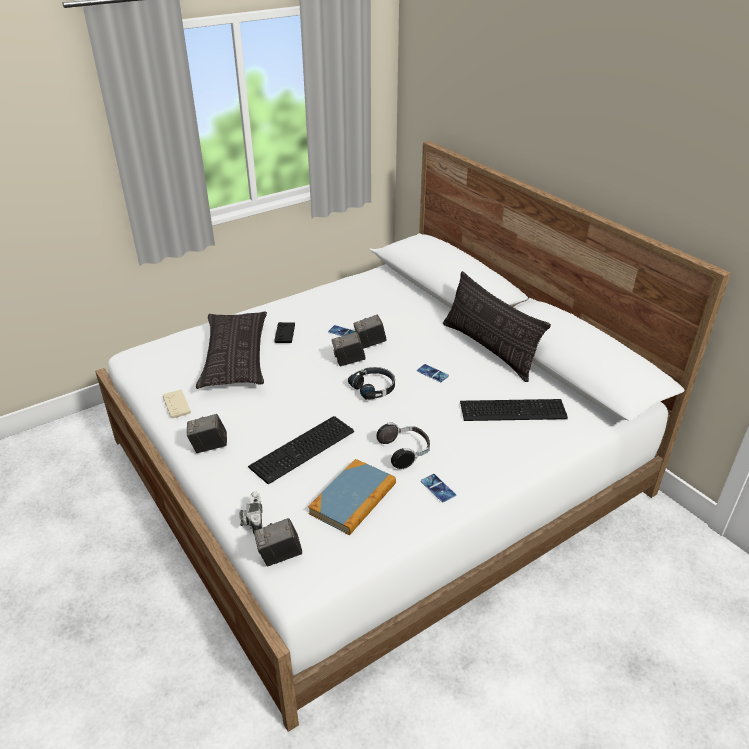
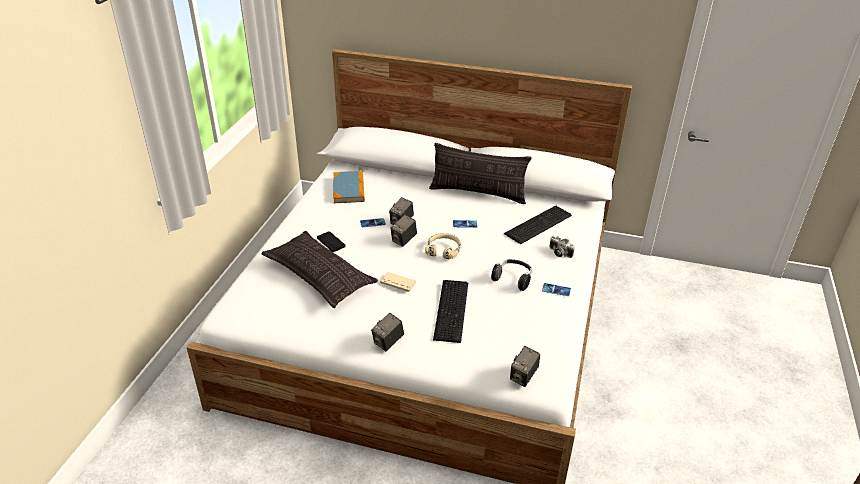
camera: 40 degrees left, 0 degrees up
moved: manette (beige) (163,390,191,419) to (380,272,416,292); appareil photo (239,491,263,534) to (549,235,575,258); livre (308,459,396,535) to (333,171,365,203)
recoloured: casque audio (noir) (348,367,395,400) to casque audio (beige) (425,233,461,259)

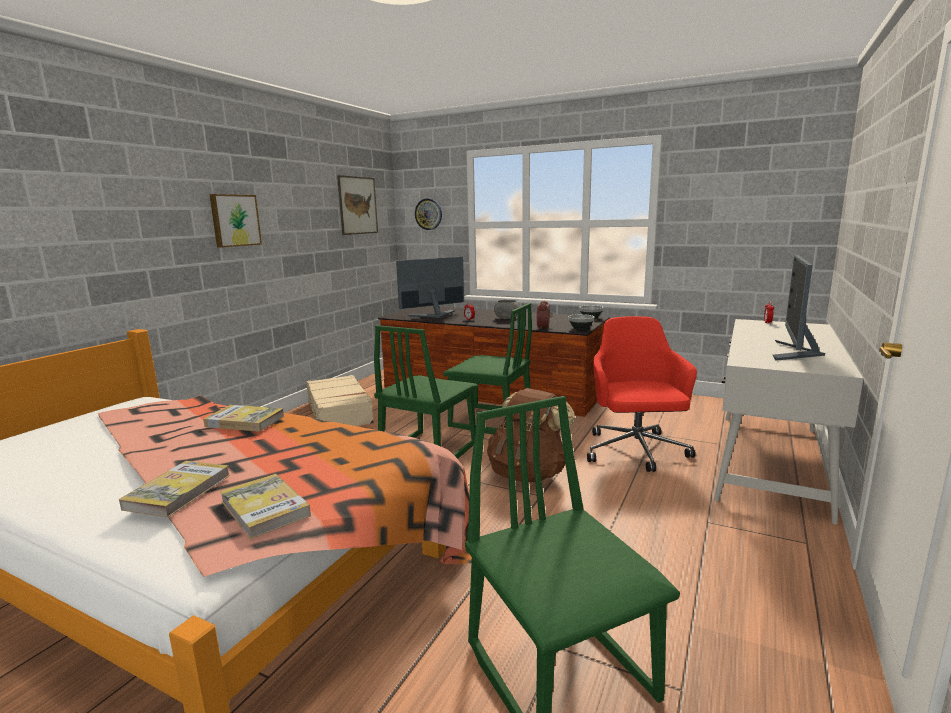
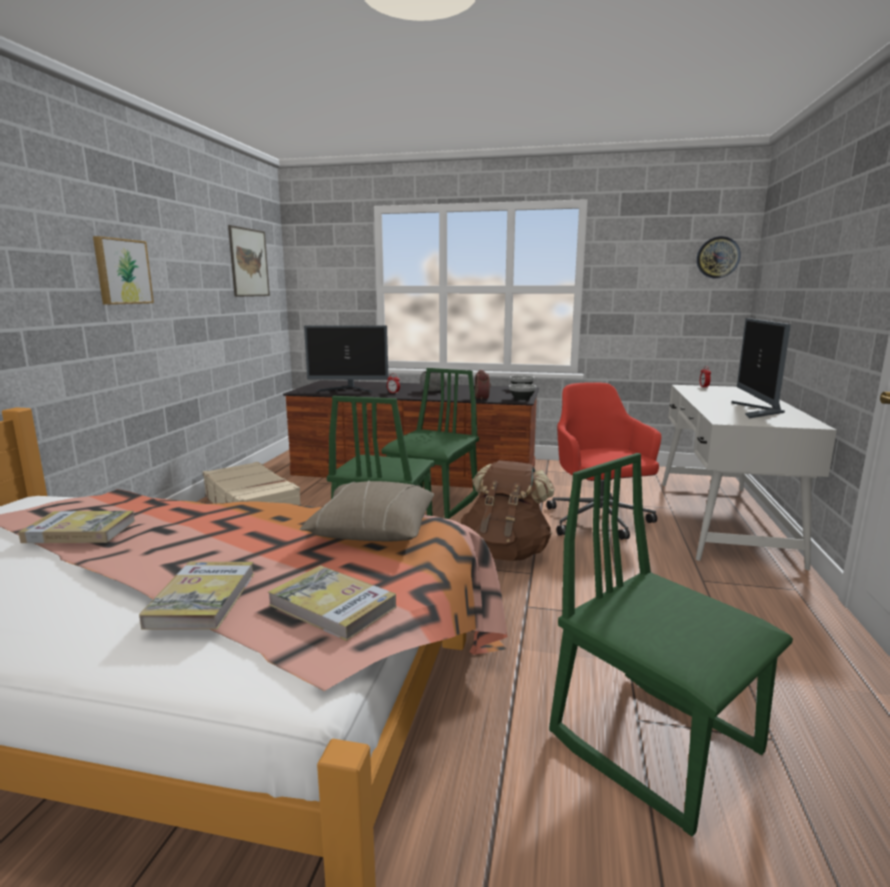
camera: 15 degrees left, 0 degrees up
added: coussin (beige) (300,480,434,542)
moved: livre (203,405,284,432) to (18,511,135,543); horloge murale (415,198,442,230) to (697,236,741,278)
turned: écran d'ordinateur (396,257,464,318) = (304,325,388,392) 135 degrees counterclockwise; chaise (vert) (443,303,532,435) = (381,368,479,519) 75 degrees counterclockwise

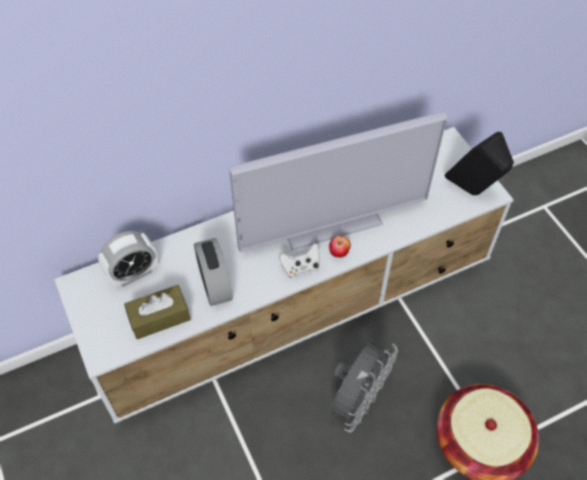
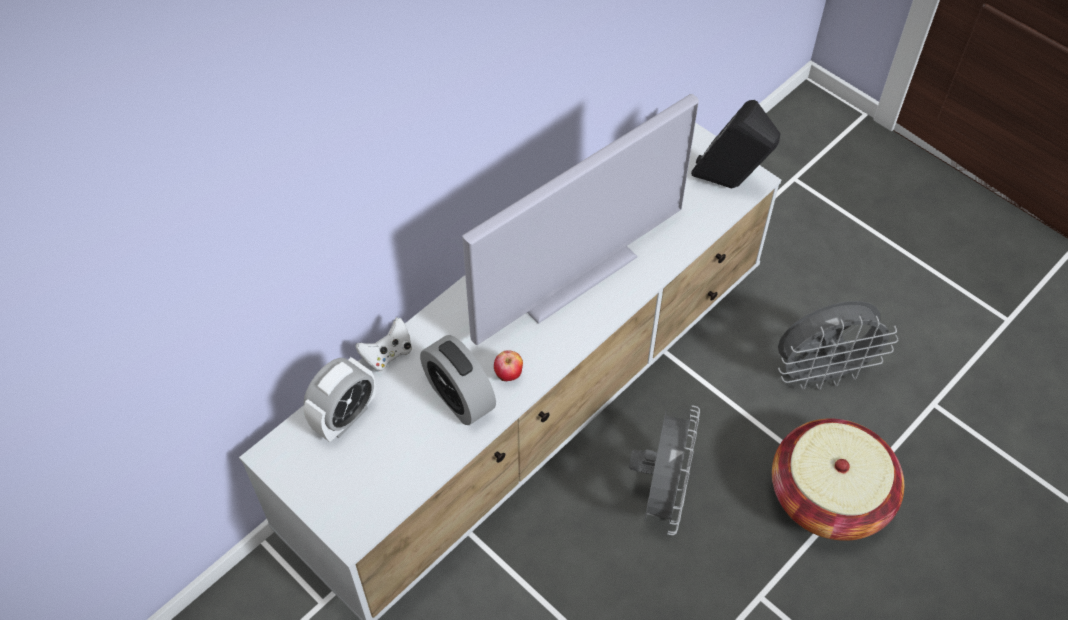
camera: 20 degrees left, 0 degrees up
removed: boîte à mouchoirs (marron) (124,285,191,339)
added: ventilateur (gris) (778,301,898,390)
moved: manette (blanc) (279,243,320,278) to (355,317,412,372); pomme (329,235,351,257) to (494,350,523,381)

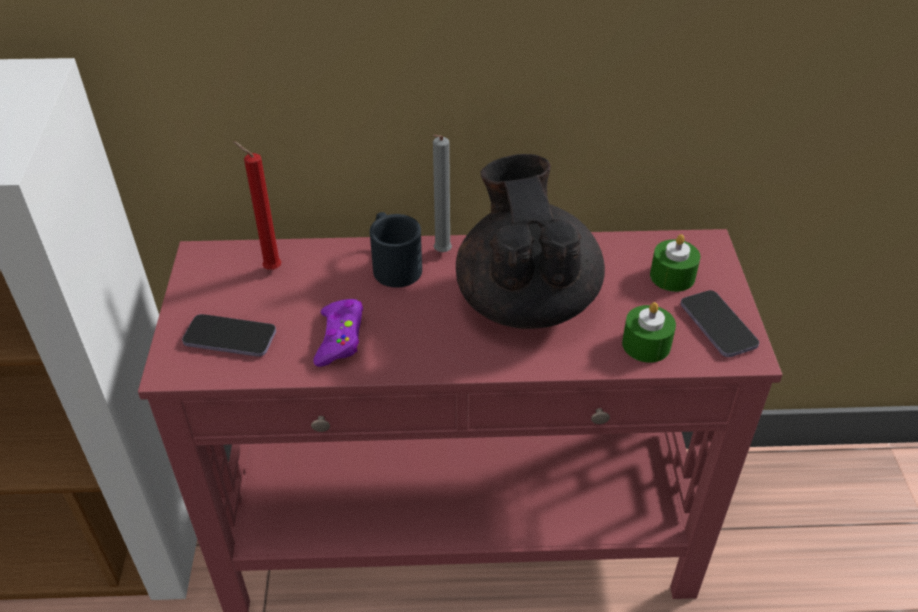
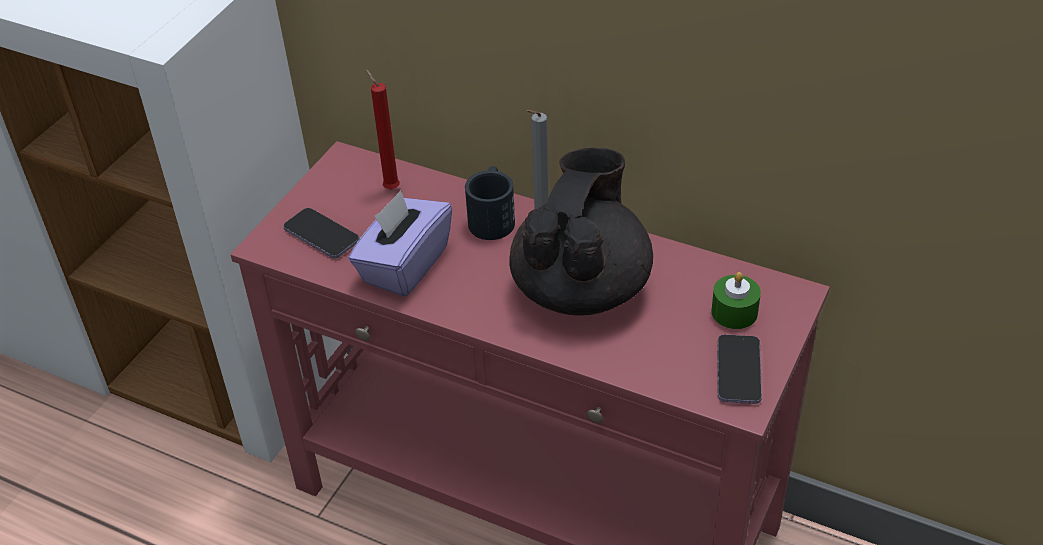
camera: 30 degrees right, 0 degrees up
removed: bougie (vert) (622,302,676,363)
replaced: manette (violet) (313,299,363,367) to boîte à mouchoirs (violet) (348,190,452,297)

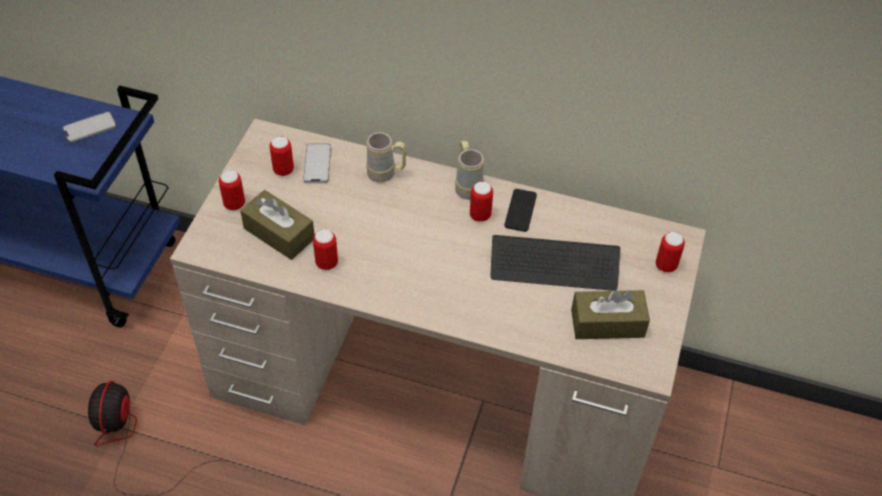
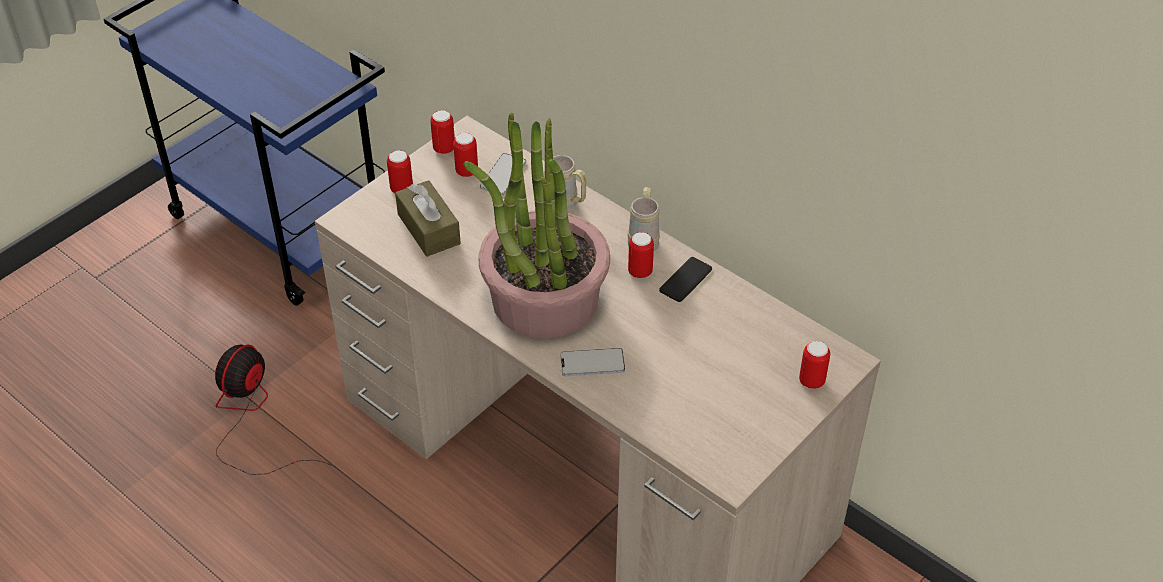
camera: 25 degrees right, 5 degrees down
removed: clavier (491,235,620,291); boîte à mouchoirs (marron) (571,290,650,339)
added: plante en pot (463,112,610,338)
moved: téléphone (63,111,117,143) to (560,348,625,376); boîte métallique (313,229,338,270) to (430,110,455,154)

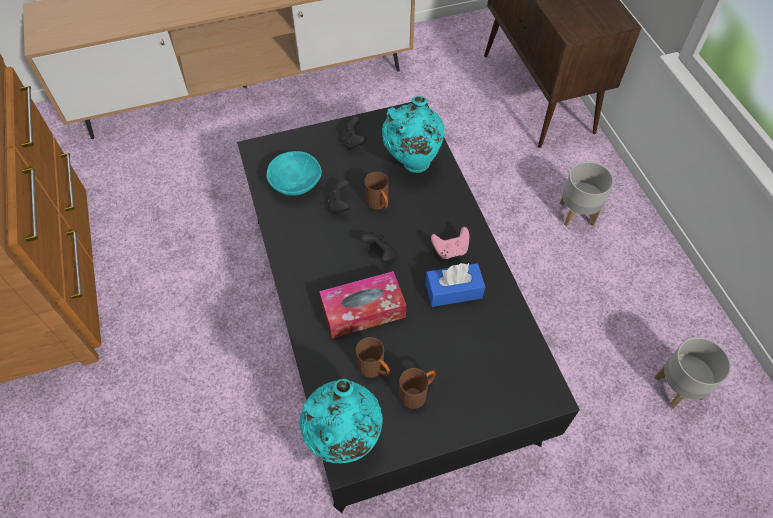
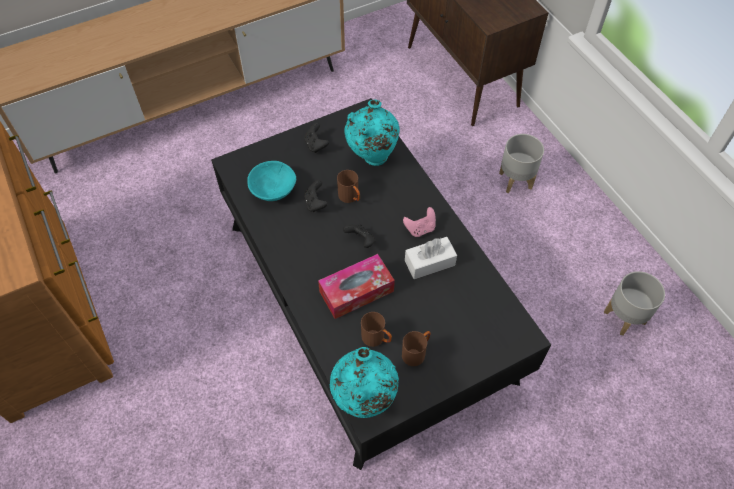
camera: 10 degrees left, 0 degrees up
recoloured: boîte à mouchoirs (bleu) (425,263,485,307) to boîte à mouchoirs (blanc) (405,237,457,279)

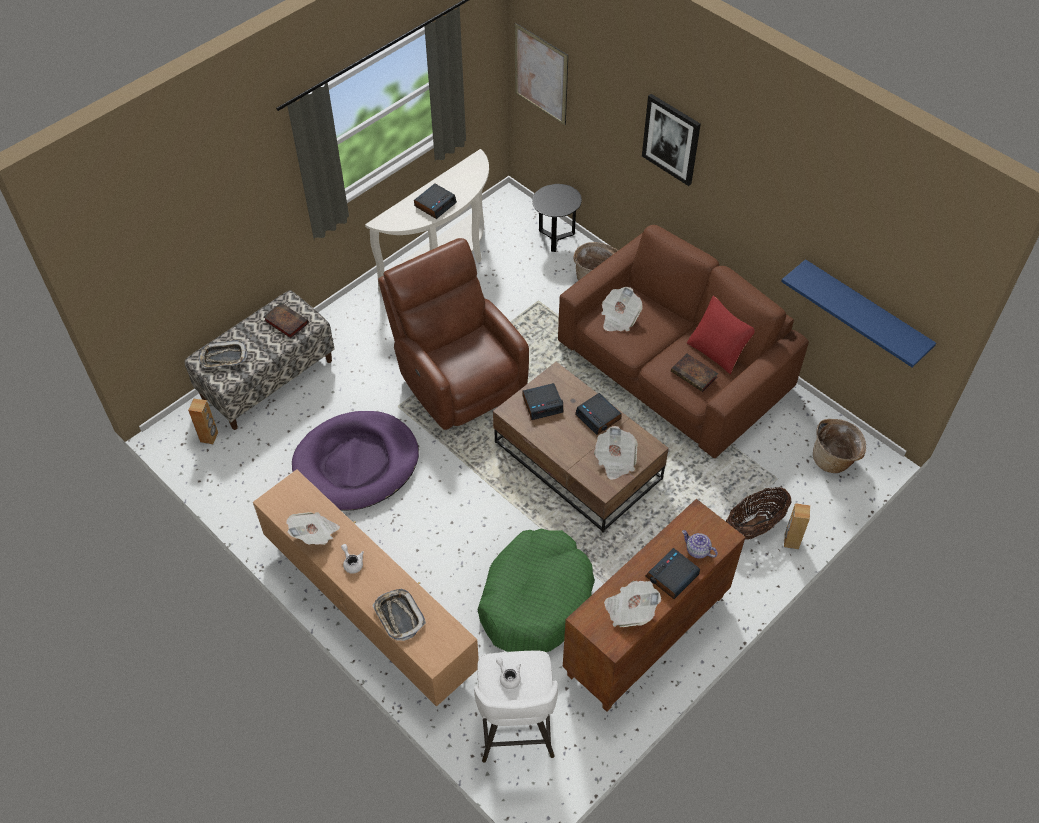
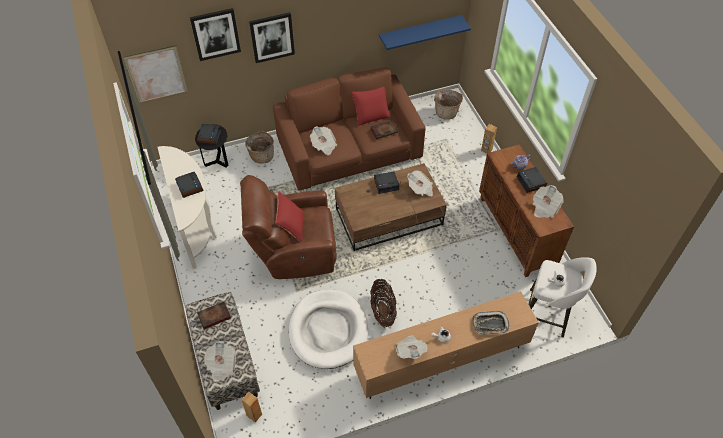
camera: 65 degrees left, 0 degrees up
removed: panier pour chien (vert) (478,529,595,652)
added: tableau (190,8,241,61); coussin (rouge) (276,191,304,242)
moved: réveil (522,383,564,420) to (197,124,222,144); panier (726,487,792,540) to (370,279,397,327)
replaced: plateau (199,340,248,368) to journal (204,341,236,382)
recoloured: panier pour chien (violet) (292,411,419,510) to panier pour chien (blanc) (289,289,368,369)

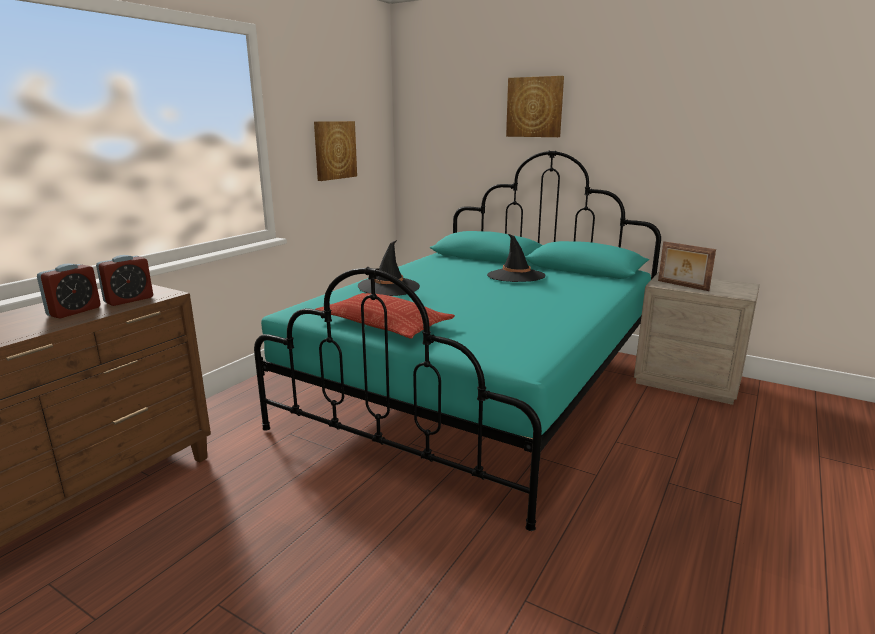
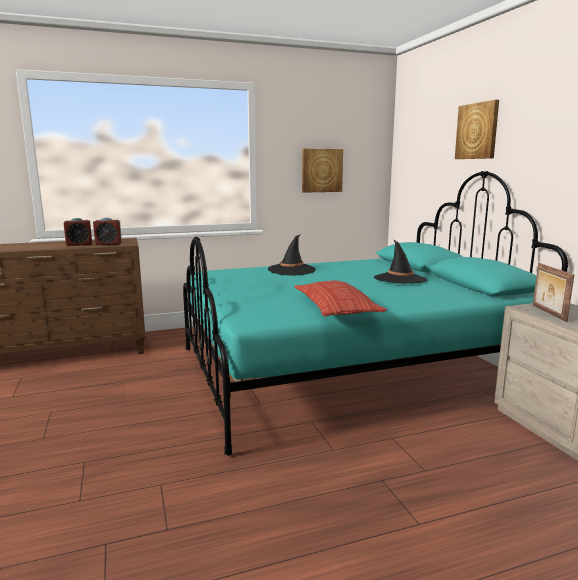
camera: 40 degrees right, 5 degrees down
moved: coussin (315,293,455,338) to (294,281,387,317)

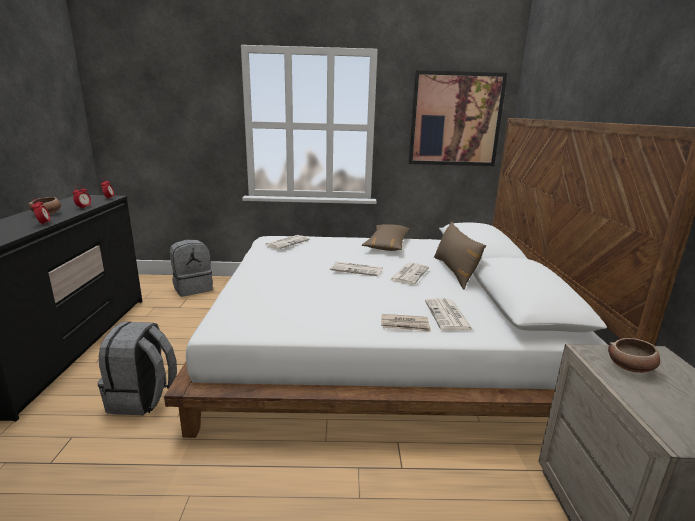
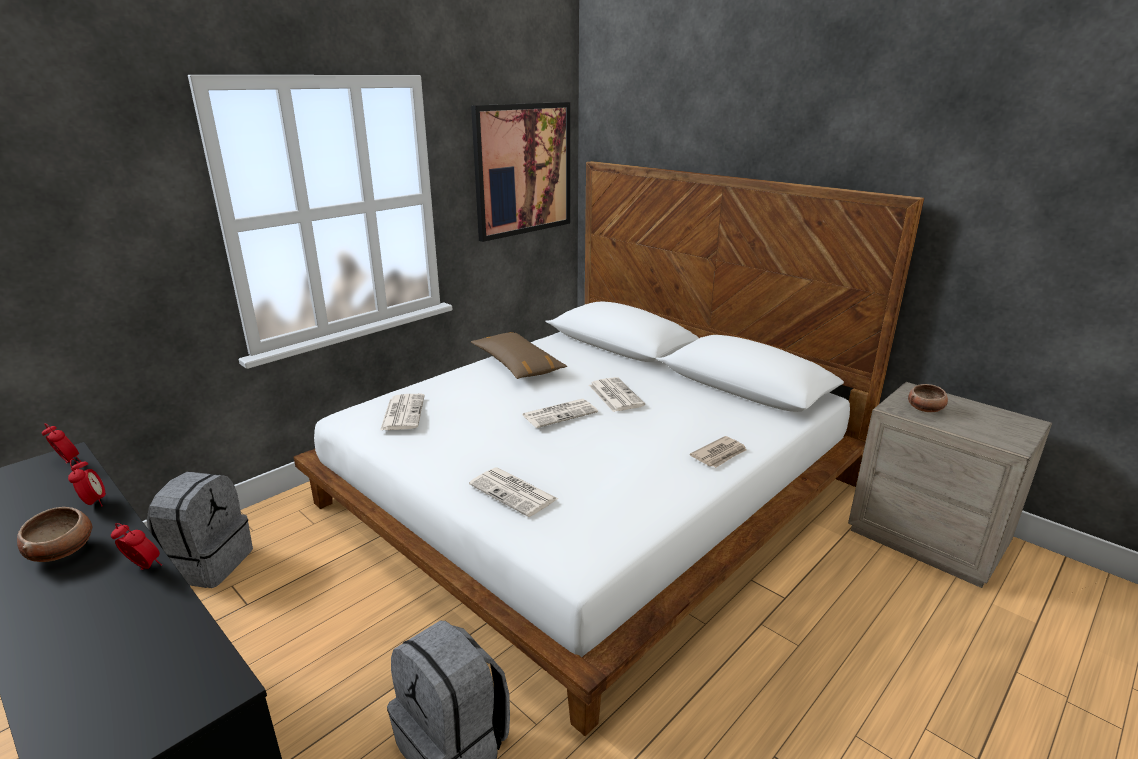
camera: 45 degrees left, 5 degrees up
removed: coussin (marron) (434,222,486,289)
moved: journal (425,298,473,330) to (469,467,558,517)

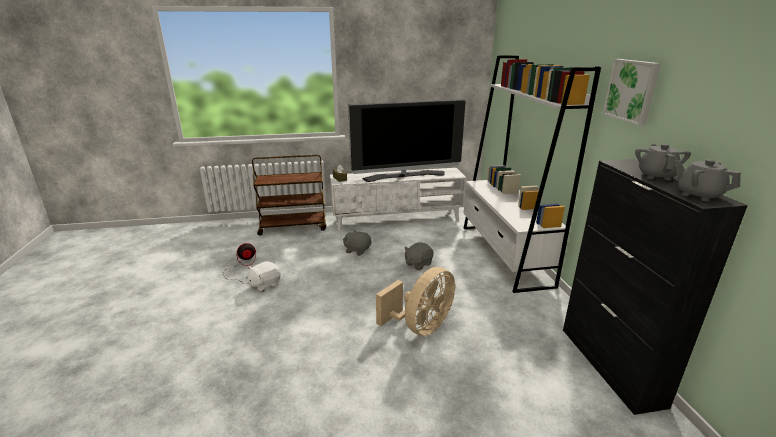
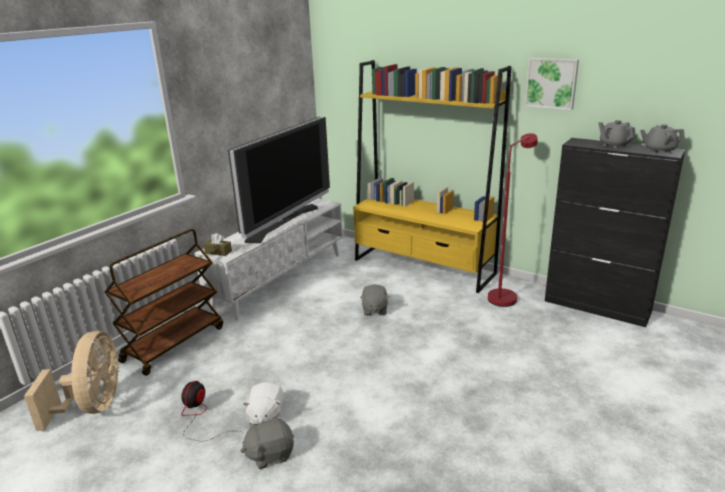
camera: 45 degrees left, 0 degrees up
added: lampadaire (rouge) (488,133,538,307)
moved: peluche (gris) (343,230,371,256) to (240,418,294,469); ventilateur (beige) (376,267,455,336) to (24,331,119,431)
recoloured: bibliothèque (blanc) (463,55,601,293) to bibliothèque (jaune) (353,60,512,293)

